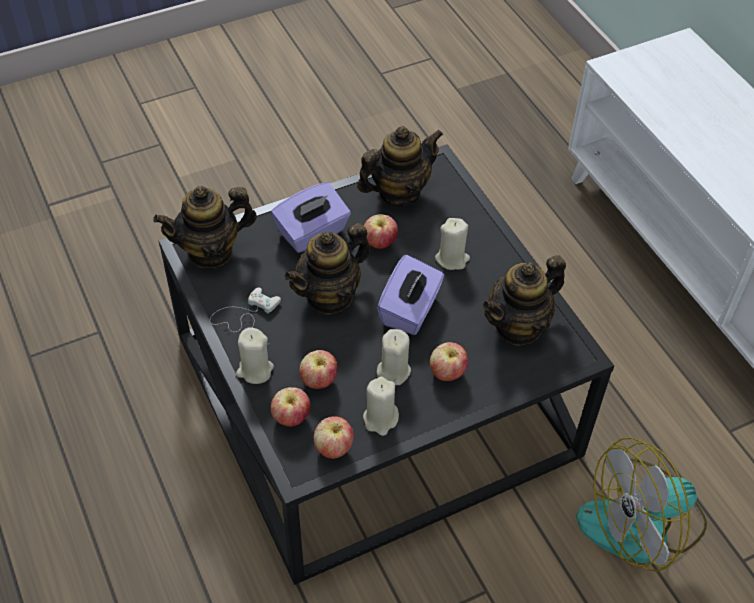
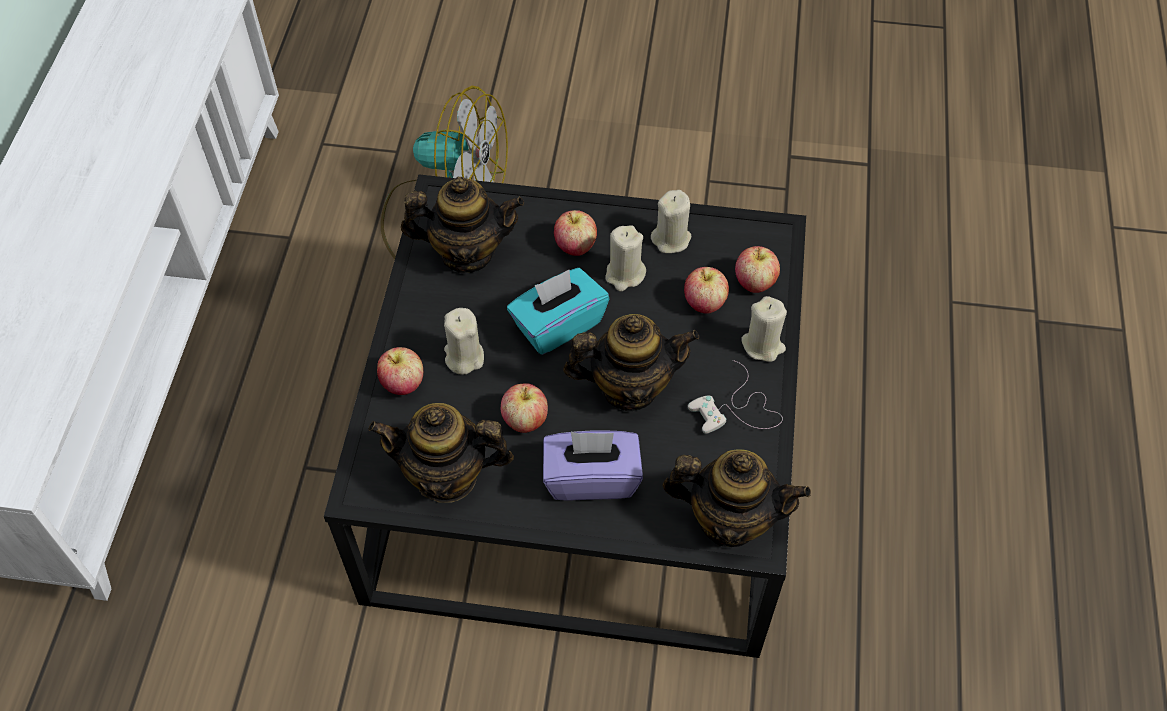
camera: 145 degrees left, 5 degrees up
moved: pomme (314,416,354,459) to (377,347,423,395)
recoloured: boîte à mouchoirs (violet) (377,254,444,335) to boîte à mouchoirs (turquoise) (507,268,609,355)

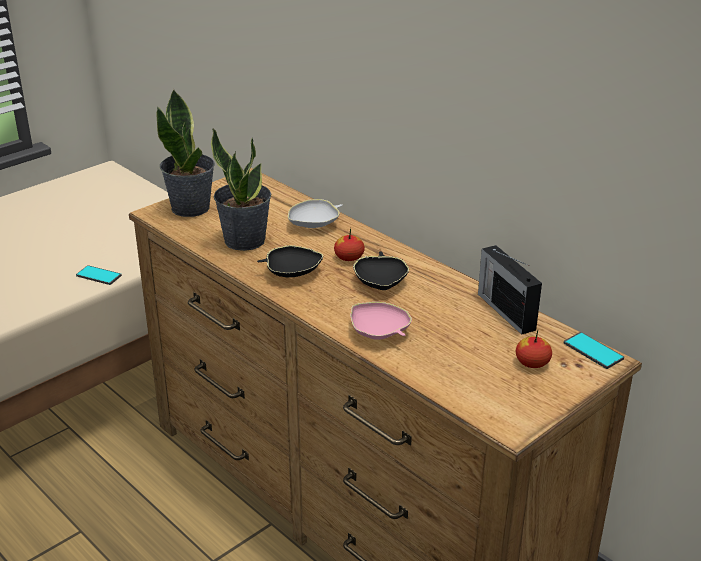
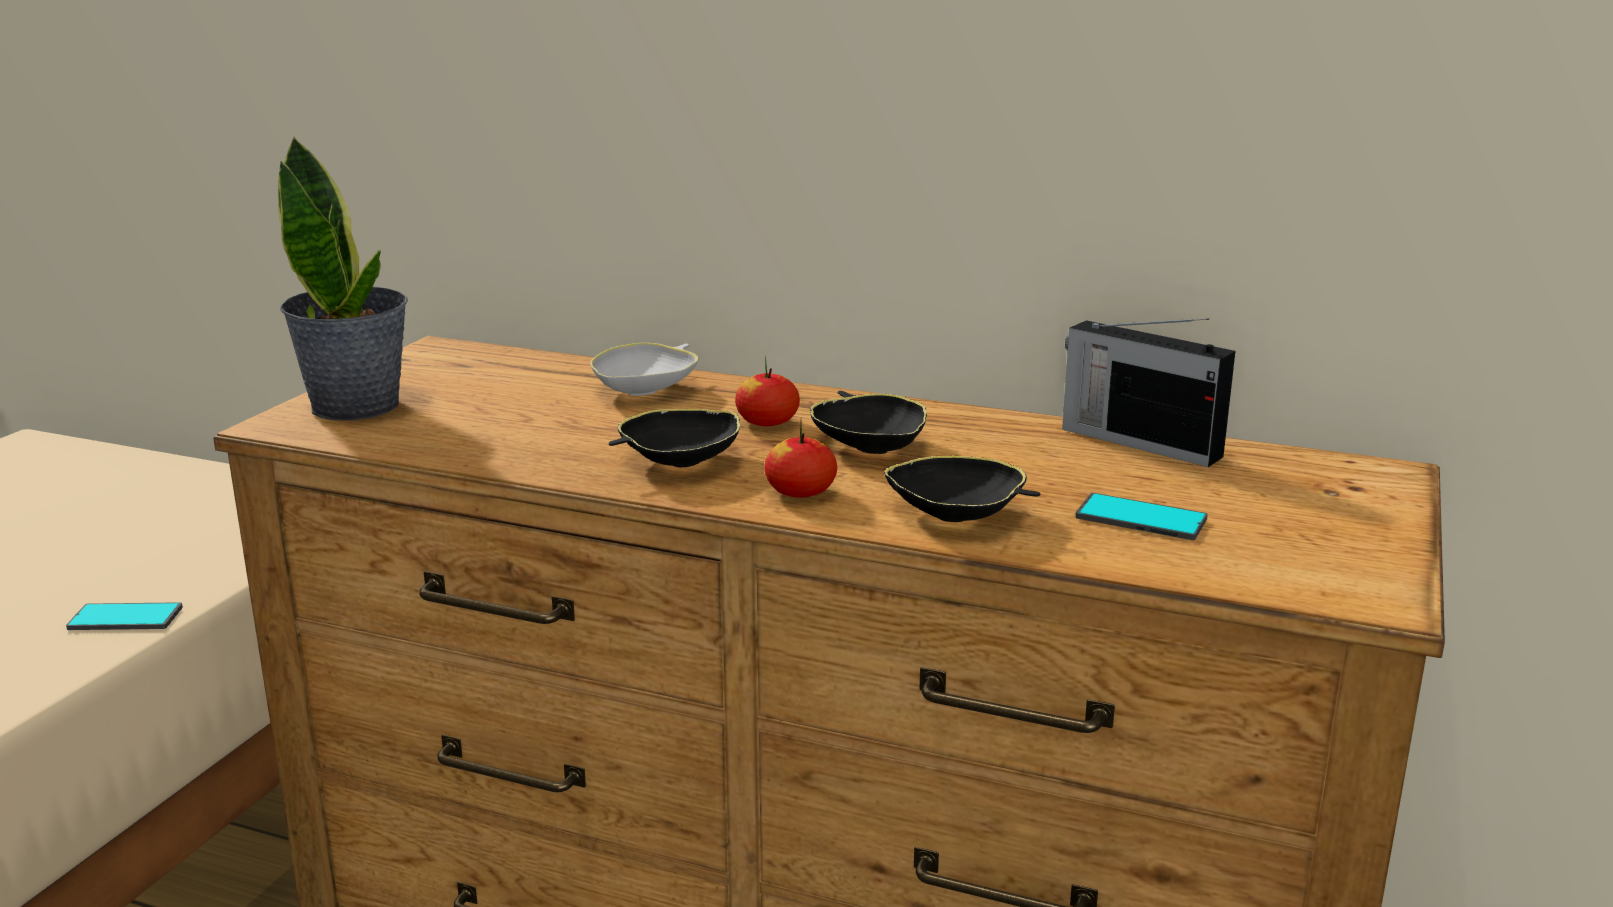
camera: 25 degrees left, 10 degrees down
removed: plante en pot (211,128,271,251)
moved: pomme (516,330,552,368) to (764,422,837,498); téléphone (564,332,624,369) to (1075,493,1208,540)
recoloured: bol (rose) (350,302,412,340) to bol (noir) (884,456,1040,522)

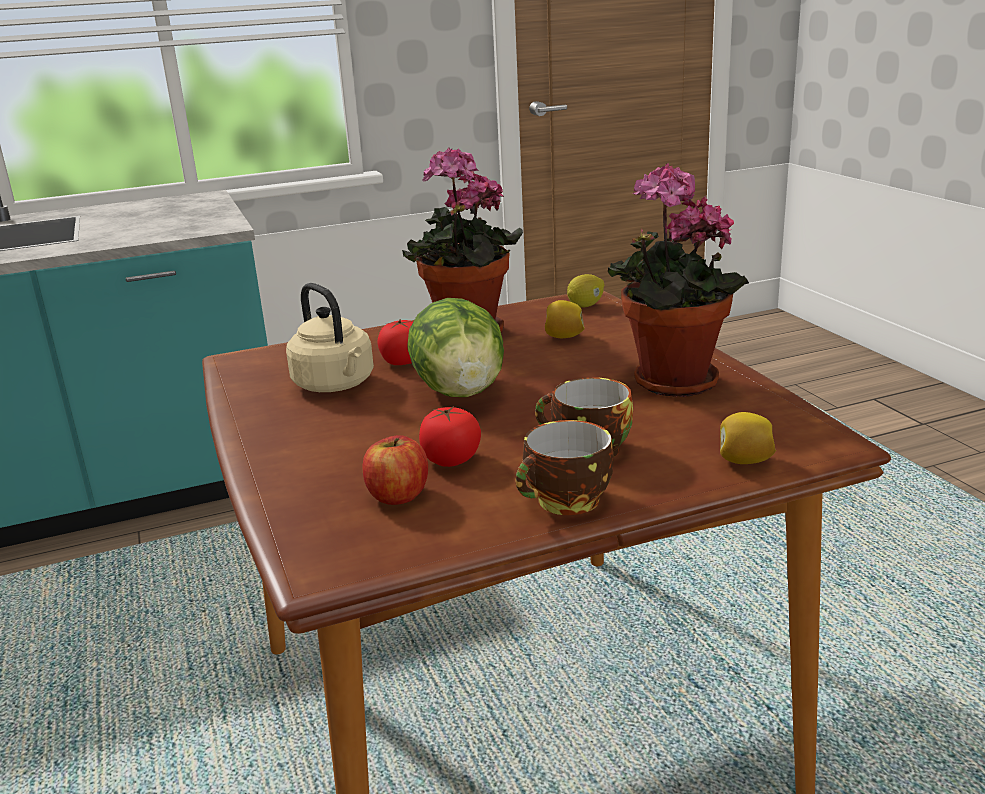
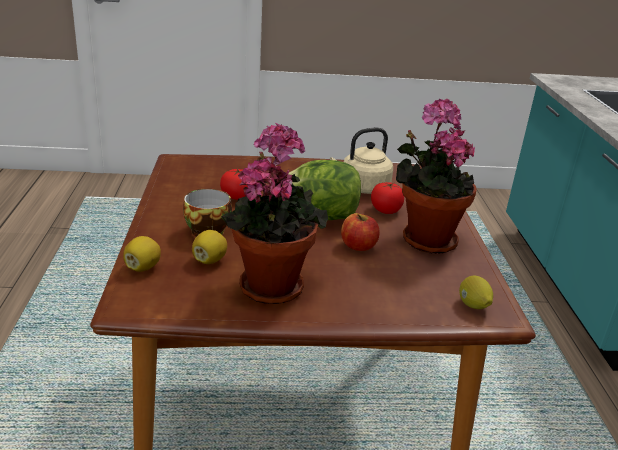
camera: 105 degrees right, 5 degrees up
removed: tasse (516,420,614,515)
moved: pomme (362,435,428,505) to (341,213,380,251); citron (545,300,585,338) to (192,230,227,264)

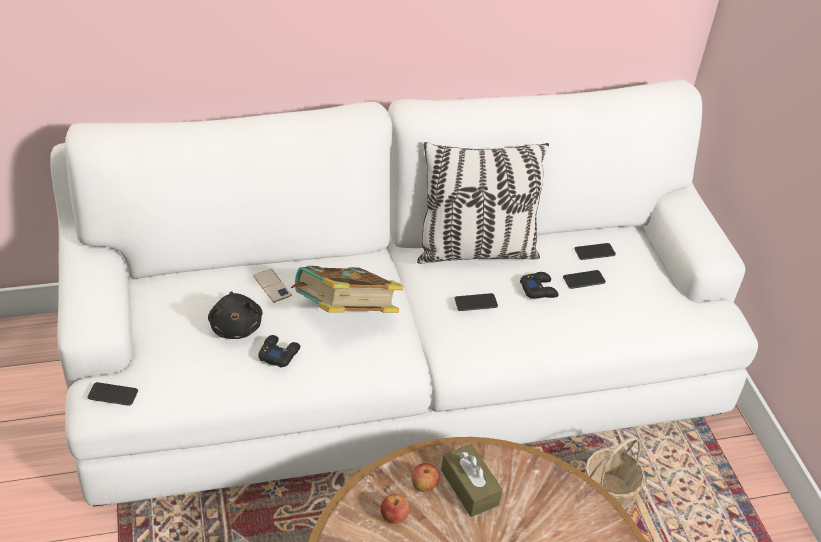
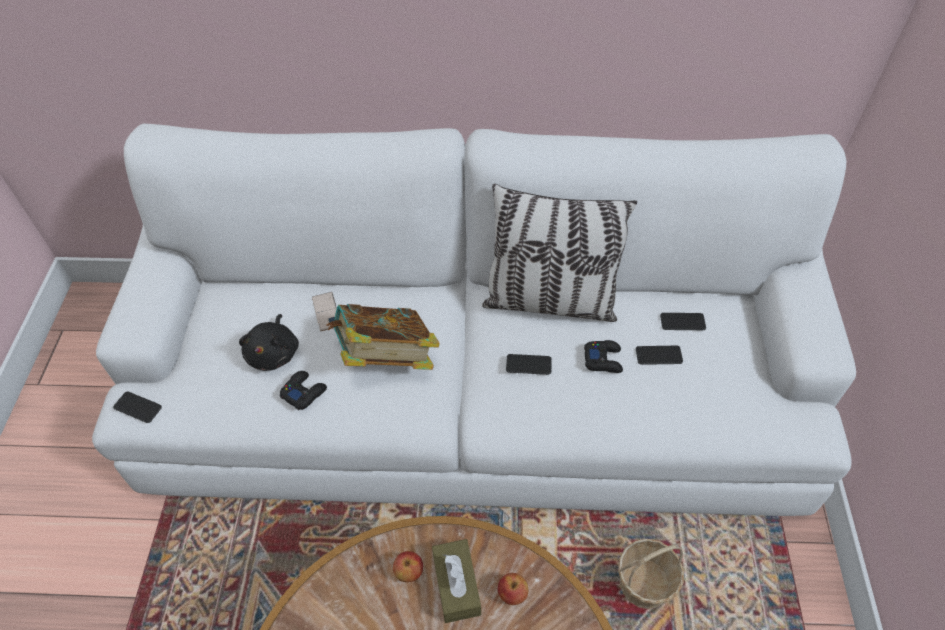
camera: 20 degrees right, 10 degrees up
moved: pomme (381,494,409,524) to (498,573,529,605)

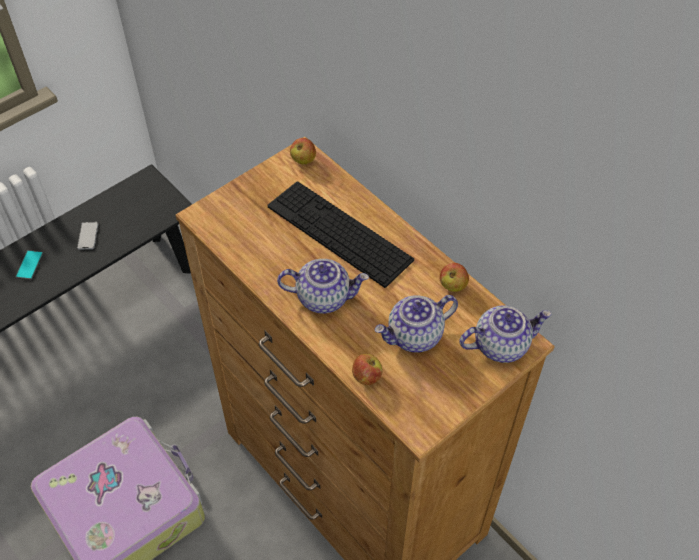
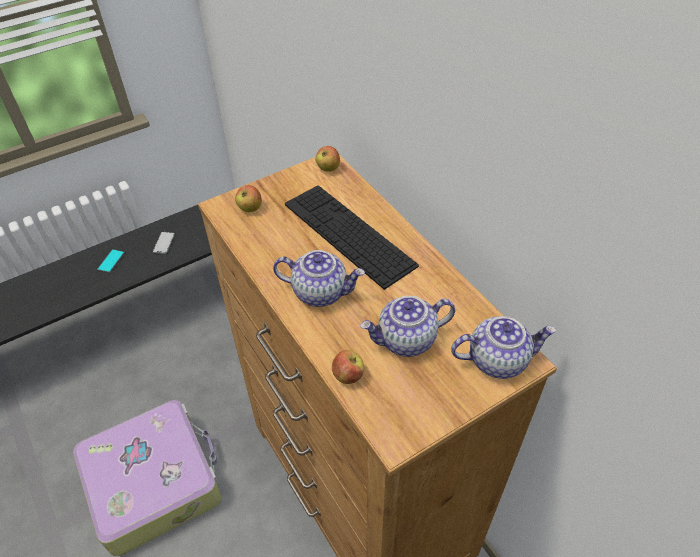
camera: 10 degrees right, 5 degrees down
moved: pomme (439,263,469,292) to (235,185,262,212)

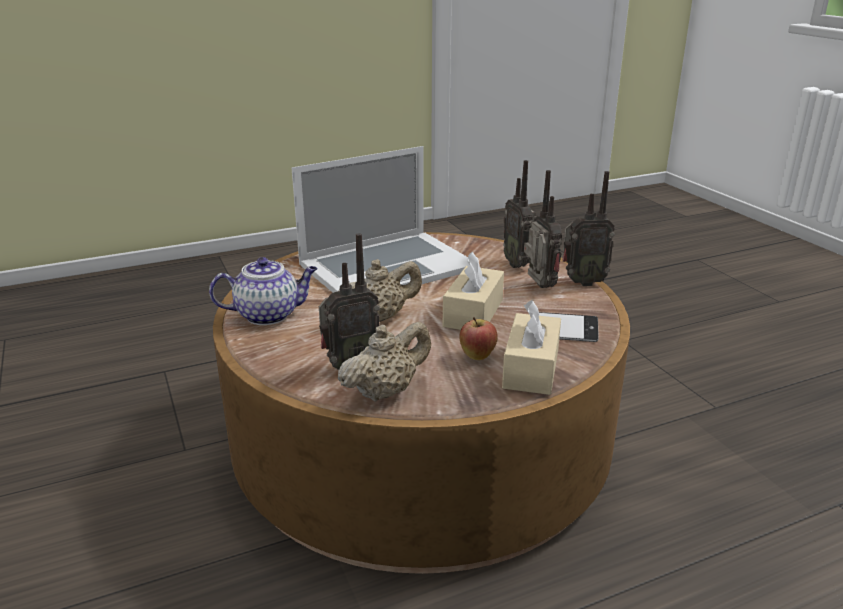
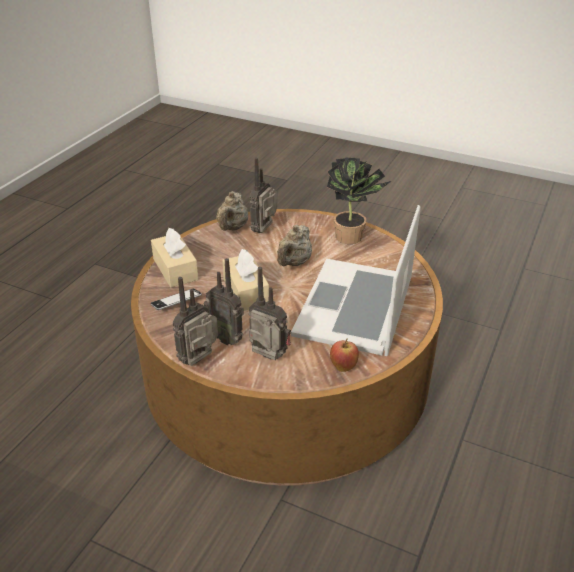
camera: 140 degrees right, 10 degrees up
moved: pomme (459,317,498,360) to (330,338,359,372)
replaced: théière (209,257,318,325) to plante en pot (327,157,391,244)

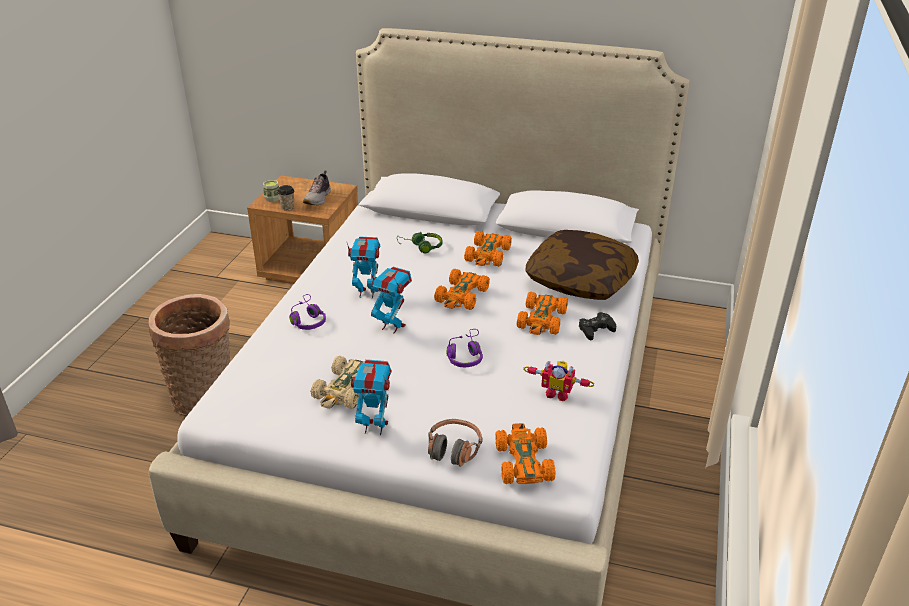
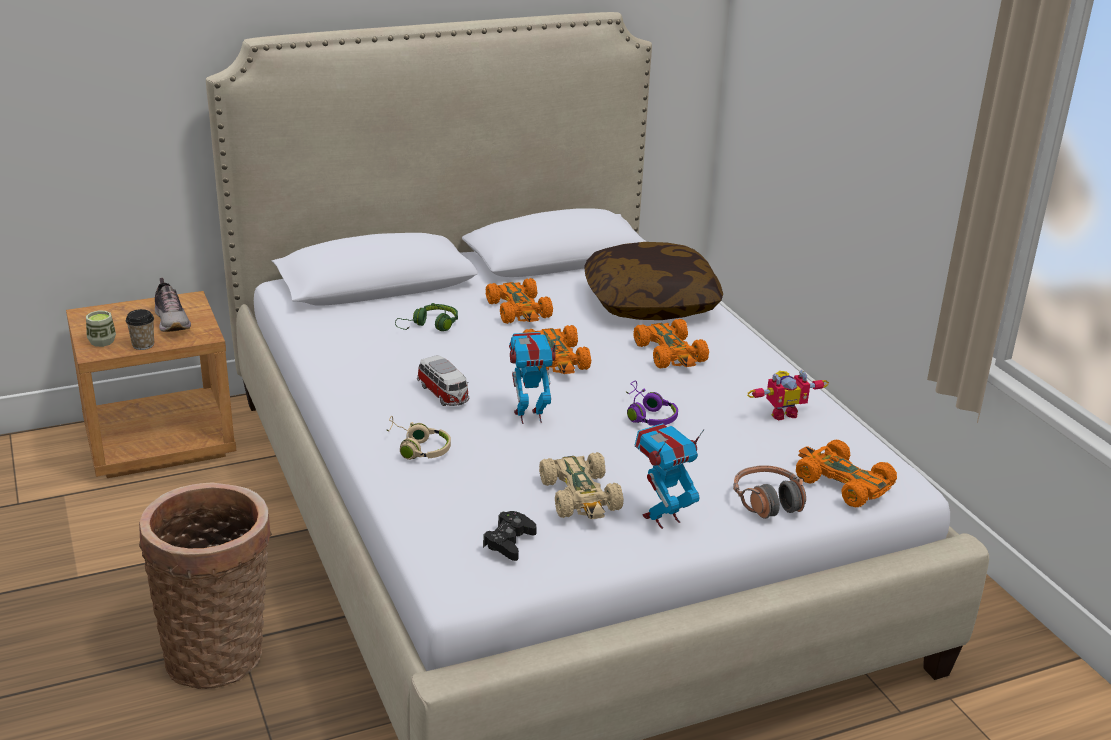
camera: 40 degrees left, 5 degrees down
moved: manette (noir) (579,312,616,340) to (483,511,537,561)
replaced: robot jouet (347,236,380,298) to petite voiture (417,355,469,406)
recoloured: casque audio (violet) (289,294,326,330) to casque audio (beige) (386,416,451,460)

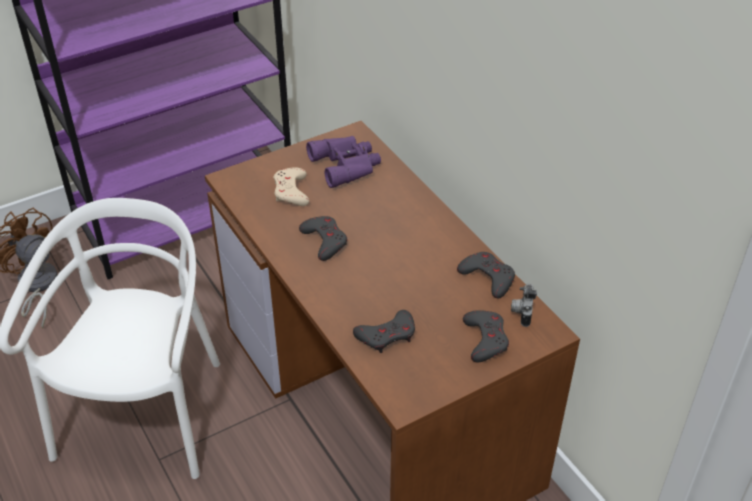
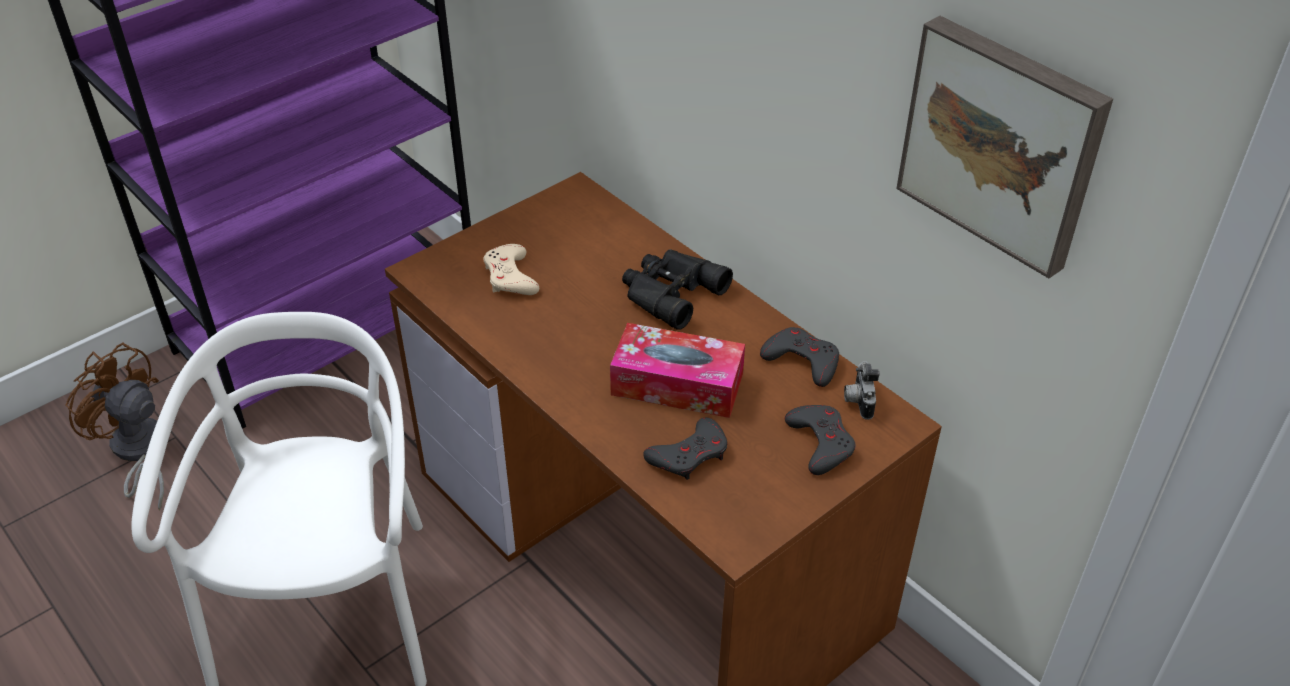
camera: 10 degrees left, 0 degrees up
removed: manette (gris) (299,216,347,261); jumelles (violet) (306,136,381,188)
added: boîte à mouchoirs (610,323,745,418); jumelles (noir) (622,249,733,330); tableau (896,16,1113,278)

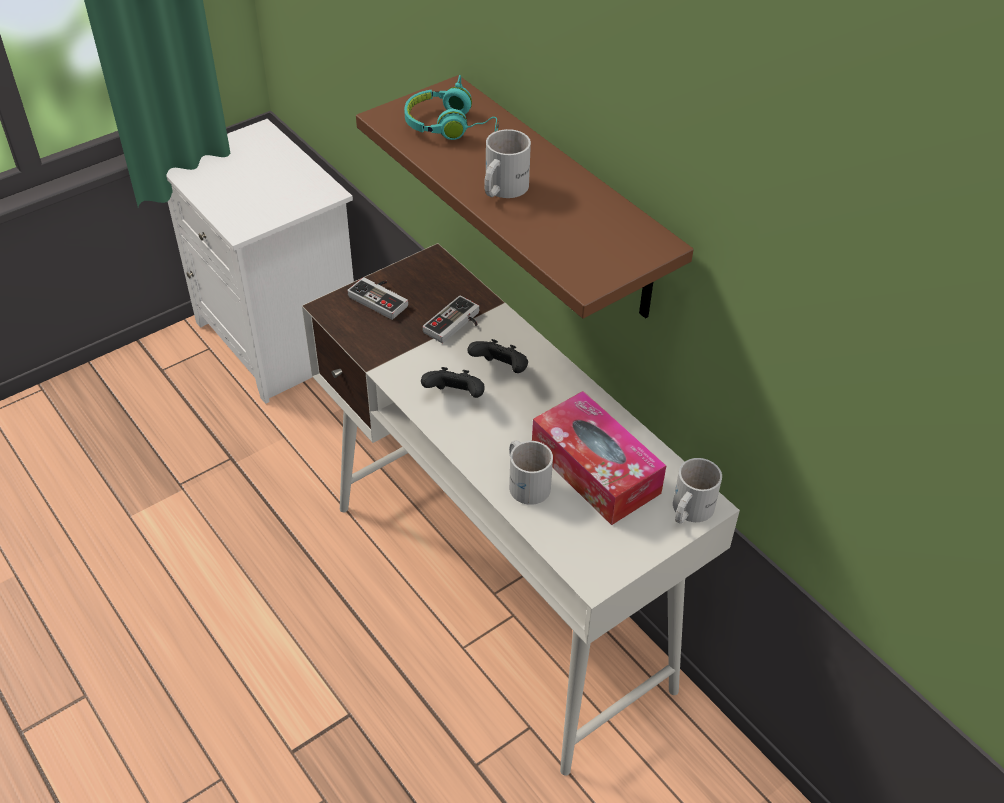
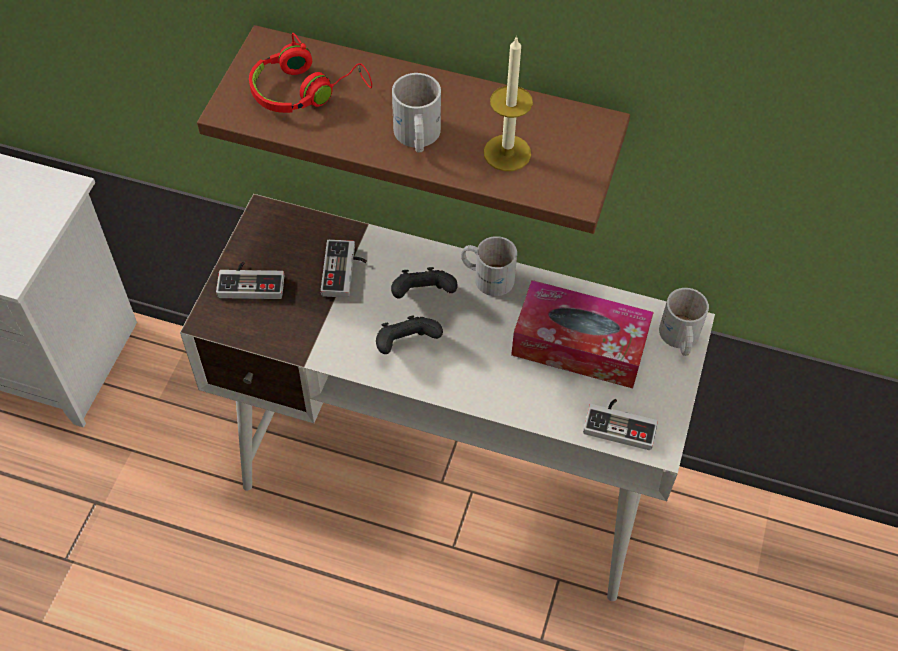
camera: 35 degrees left, 10 degrees up
added: bougie (484,35,533,171); manette (583,399,658,450)
moved: mug (blanc) (509,440,553,505) to (461,236,517,296)
recoloured: casque audio (turquoise) (404,75,499,140) to casque audio (rouge) (249,33,372,113)

